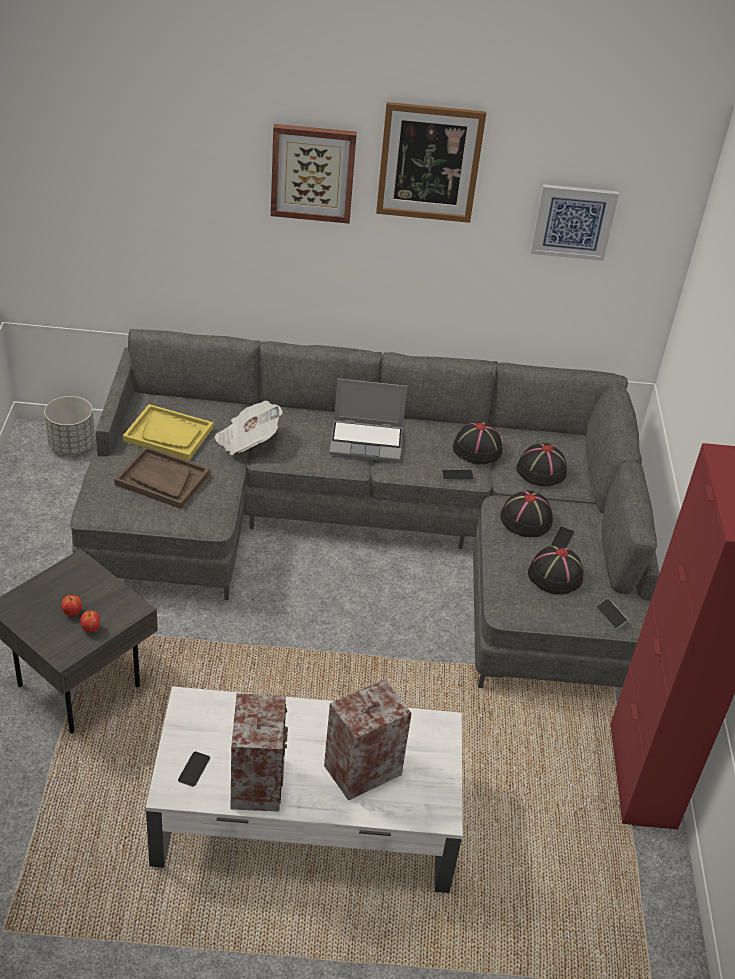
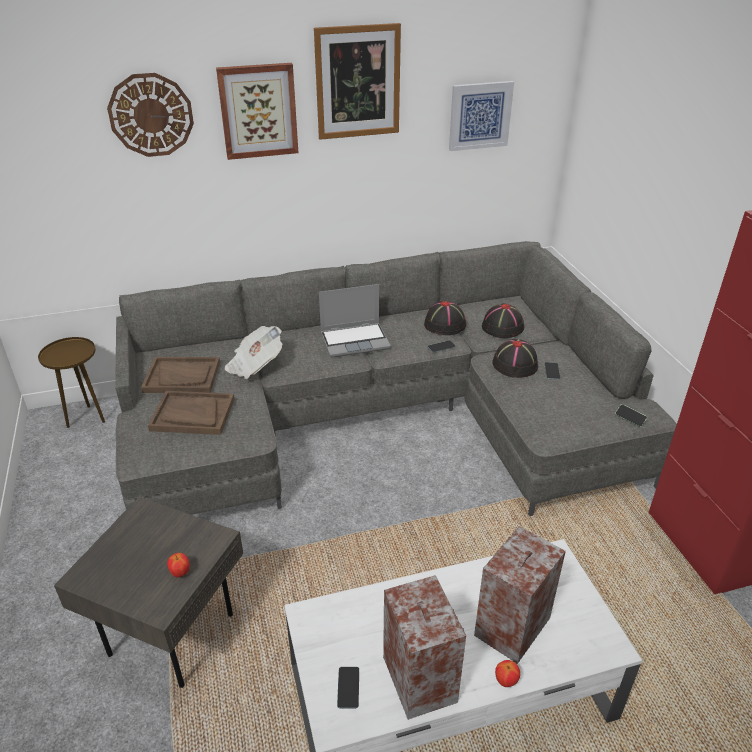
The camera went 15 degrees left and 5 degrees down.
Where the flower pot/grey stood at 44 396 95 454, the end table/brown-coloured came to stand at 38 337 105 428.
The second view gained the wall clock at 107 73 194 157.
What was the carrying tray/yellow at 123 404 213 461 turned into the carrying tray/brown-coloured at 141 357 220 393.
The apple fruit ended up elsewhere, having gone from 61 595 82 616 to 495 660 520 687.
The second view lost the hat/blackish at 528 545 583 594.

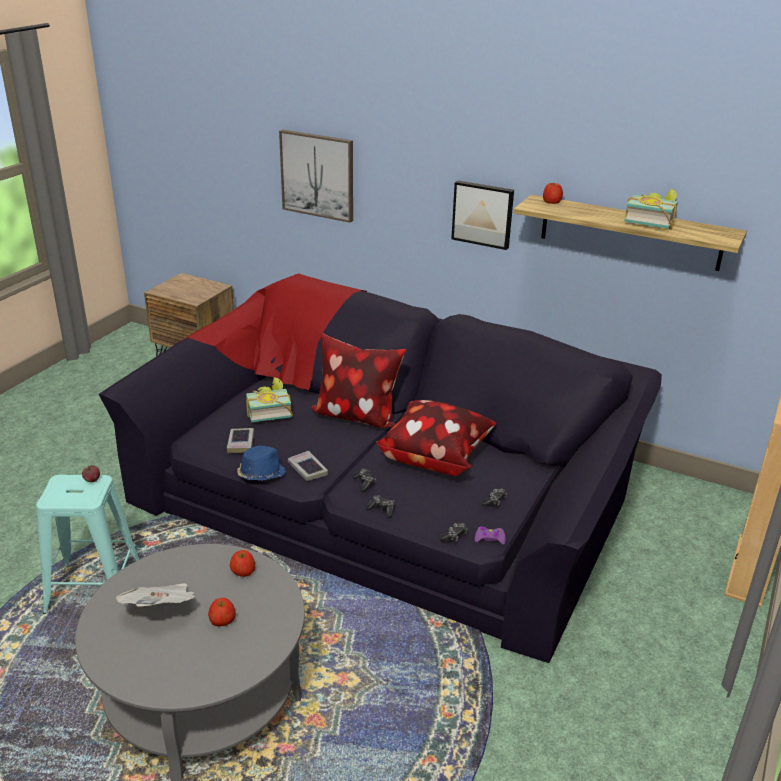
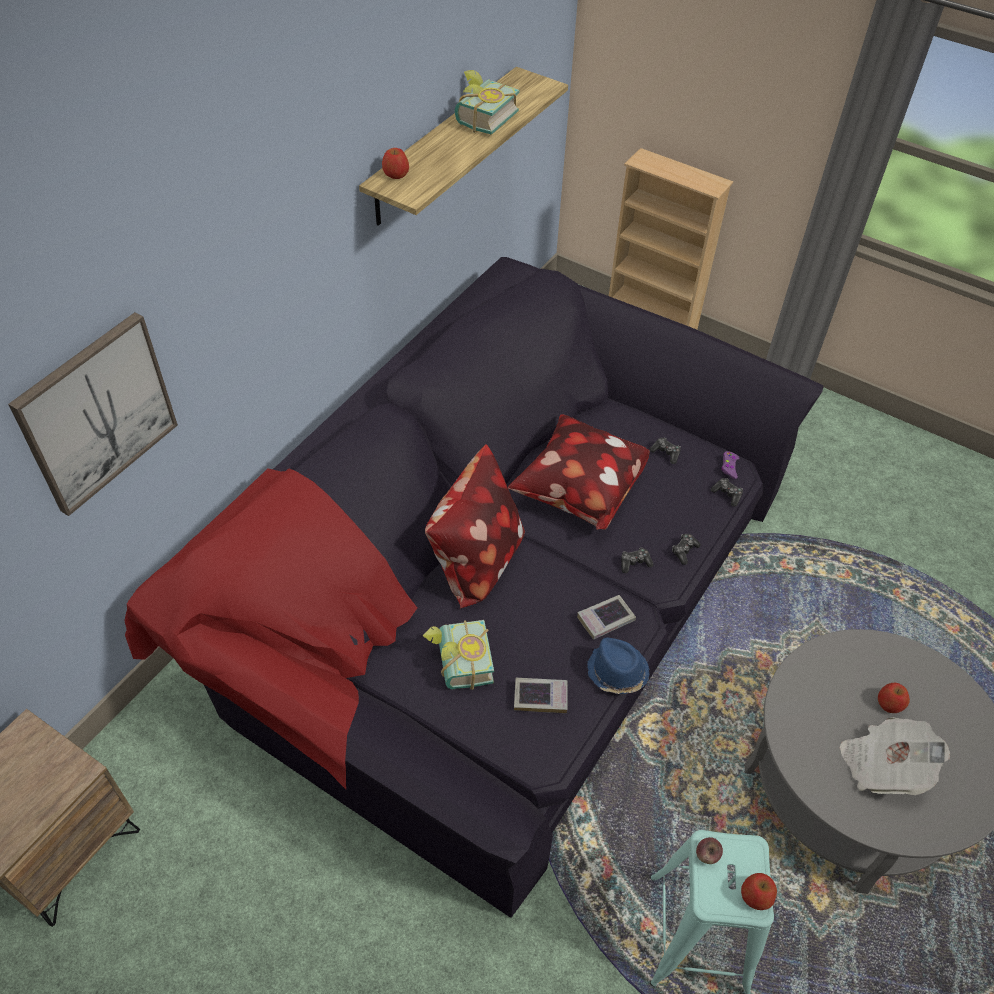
The camera went 85 degrees left and 20 degrees up.
The apple fruit ended up elsewhere, having gone from 230 550 255 577 to 741 873 777 910.
The second view lost the wall picture at 451 180 514 250.

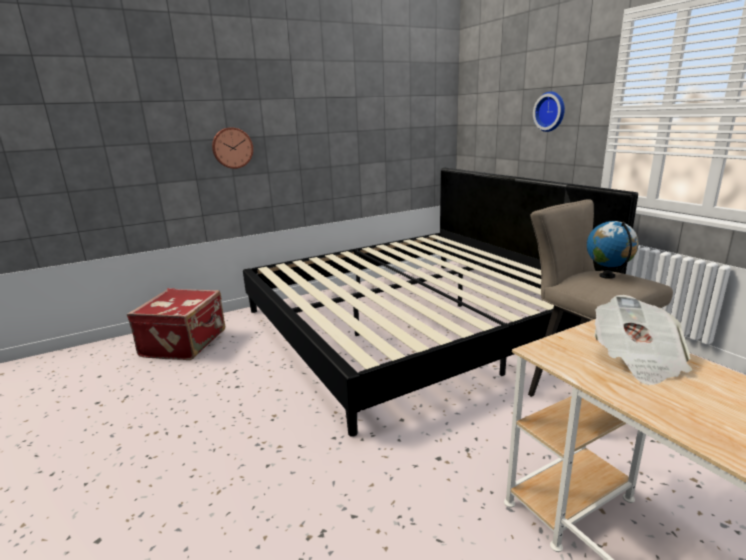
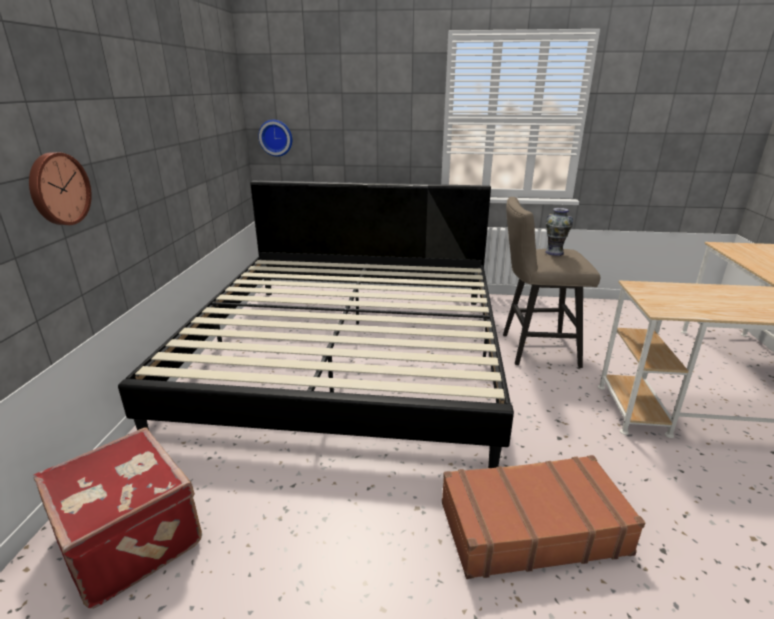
The camera went 55 degrees left and 5 degrees up.
The wall clock ended up elsewhere, having gone from 533 92 565 132 to 258 120 292 157.
The second view gained the piece of luggage/brown-coloured at 442 455 645 579.
Where the world globe stood at 587 221 639 279, the decorative vase came to stand at 545 208 573 256.
The second view lost the daily paper at 595 295 692 385.

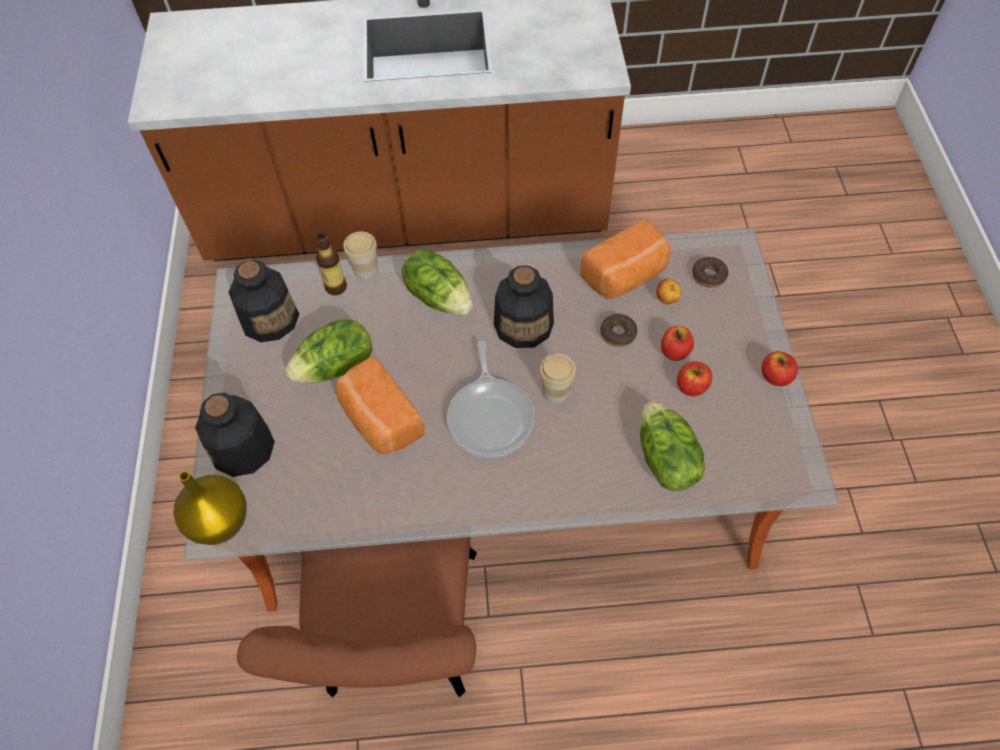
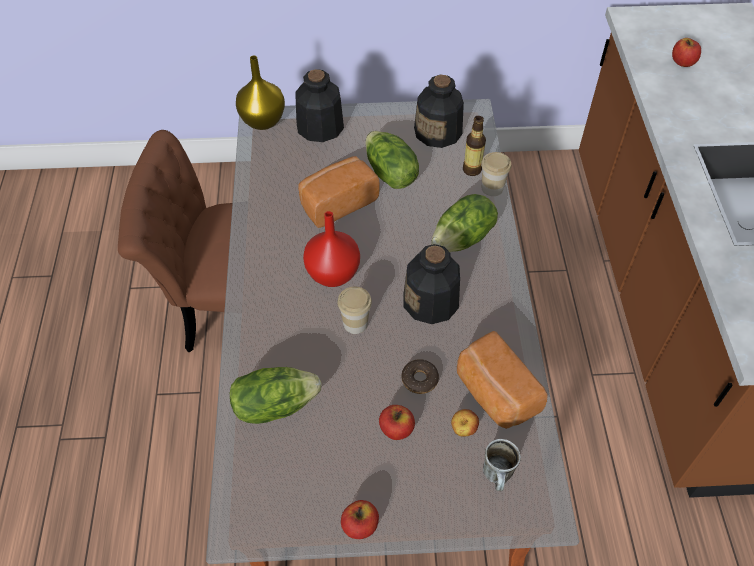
The camera went 90 degrees right and 5 degrees down.
Where the pan stood at 447 341 535 458, the decorative vase/red came to stand at 303 211 360 287.
Where the donut stood at 692 257 728 288, the mug came to stand at 483 439 521 491.
The apple fruit ended up elsewhere, having gone from 677 361 712 396 to 672 38 701 67.

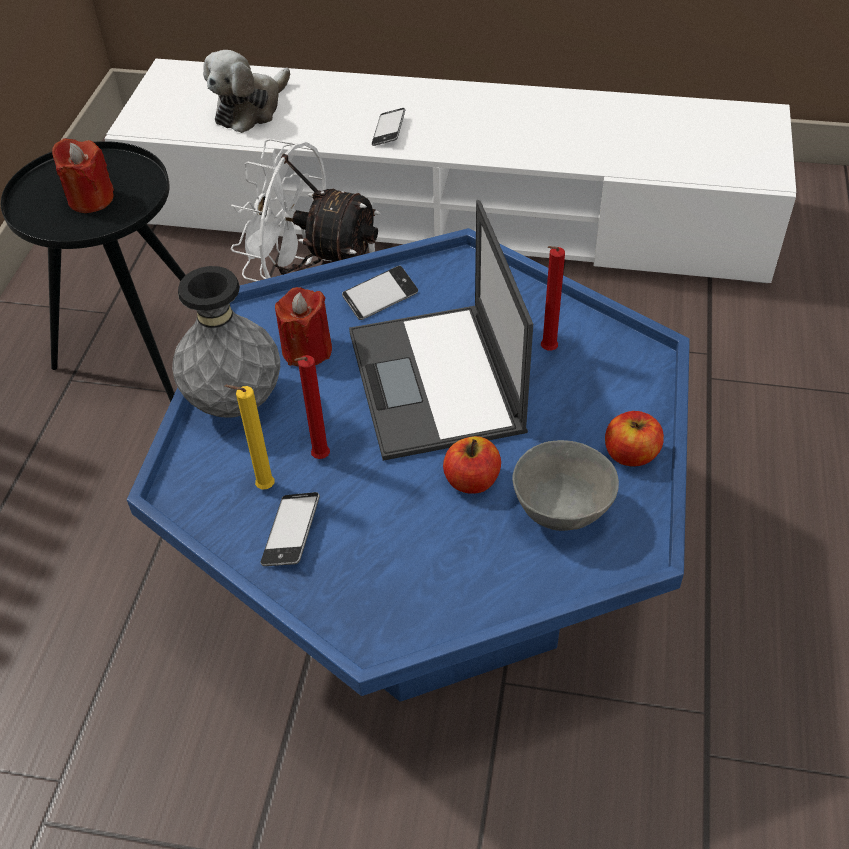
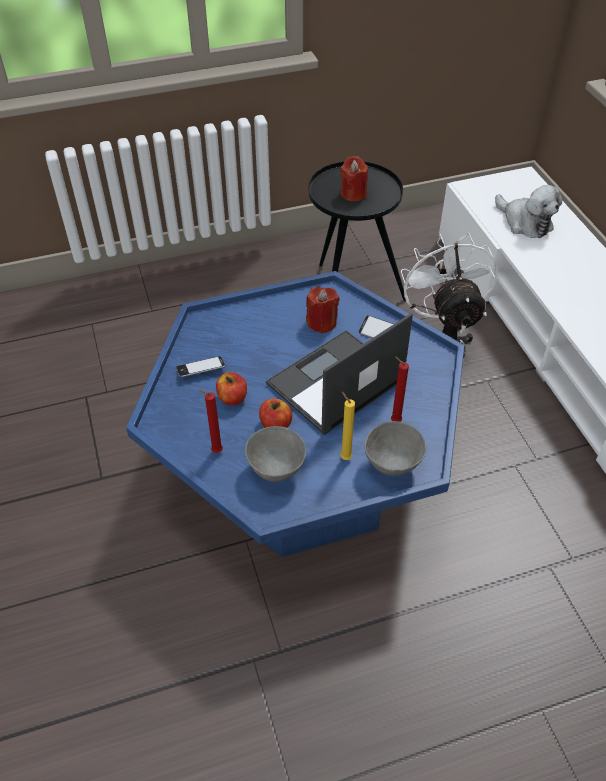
The camera went 60 degrees right and 0 degrees up.
The wax candle/red ended up elsewhere, having gone from 294 355 330 459 to 198 389 223 453.
The apple fruit ended up elsewhere, having gone from 605 411 664 467 to 216 372 247 406.
The wax candle/yellow ended up elsewhere, having gone from 225 385 275 490 to 340 391 355 460.
The second view gained the deep dish/grey at 365 421 426 476.
The cuddly toy at 203 50 290 133 ended up facing another way, 135 degrees counterclockwise from before.
The second view lost the decorative vase/grey at 172 266 280 418.
The second view lost the phone at 372 108 405 146.

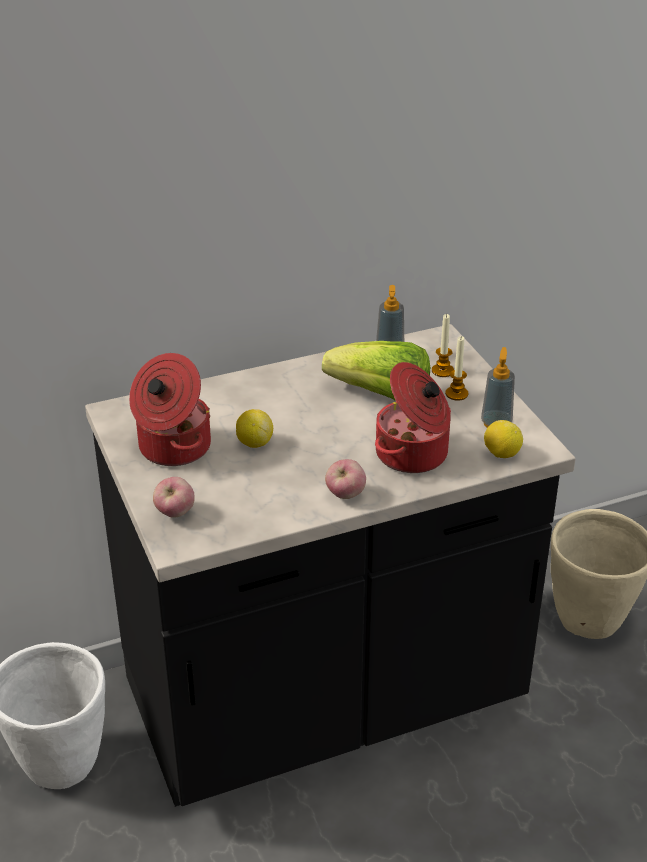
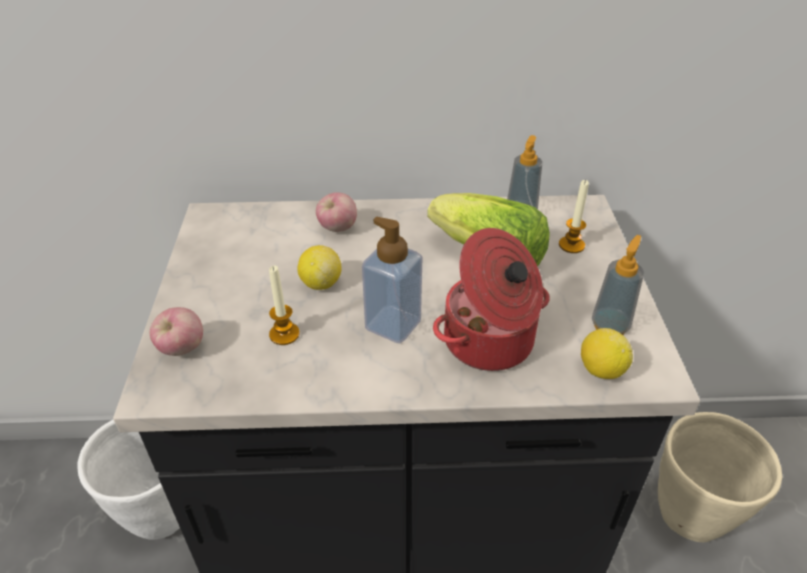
The camera went 20 degrees right and 5 degrees up.
The wax candle ended up elsewhere, having gone from 445 336 468 401 to 269 266 300 345.
The apple fruit ended up elsewhere, having gone from 325 459 366 499 to 316 192 357 232.
The second view gained the liquid soap bottle at 362 217 423 343.
The second view lost the stockpot at 129 353 211 466.

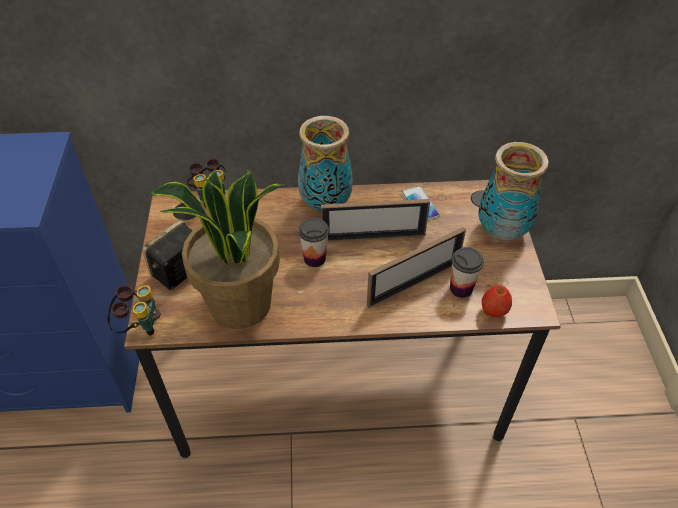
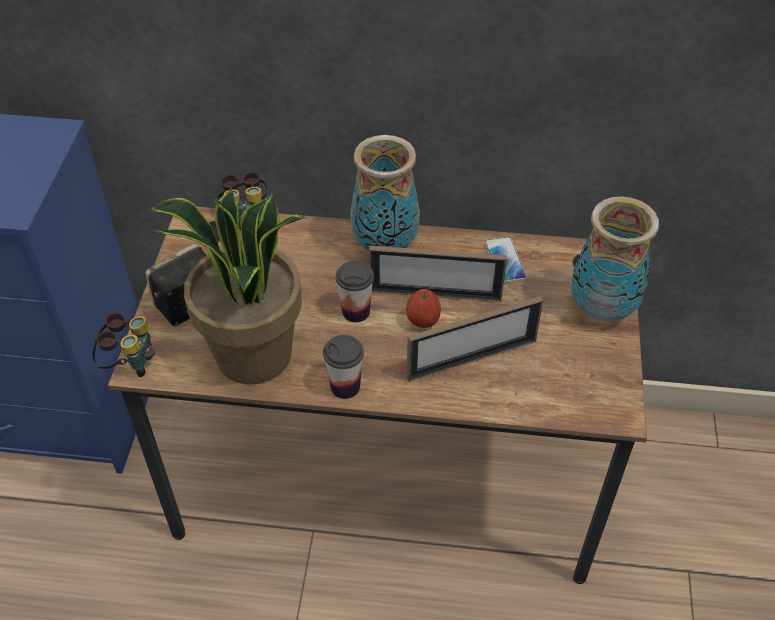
The camera went 10 degrees right and 0 degrees up.
The cup ended up elsewhere, having gone from 450 247 484 298 to 323 335 364 399.
The apple fruit ended up elsewhere, having gone from 482 285 512 317 to 406 289 441 328.

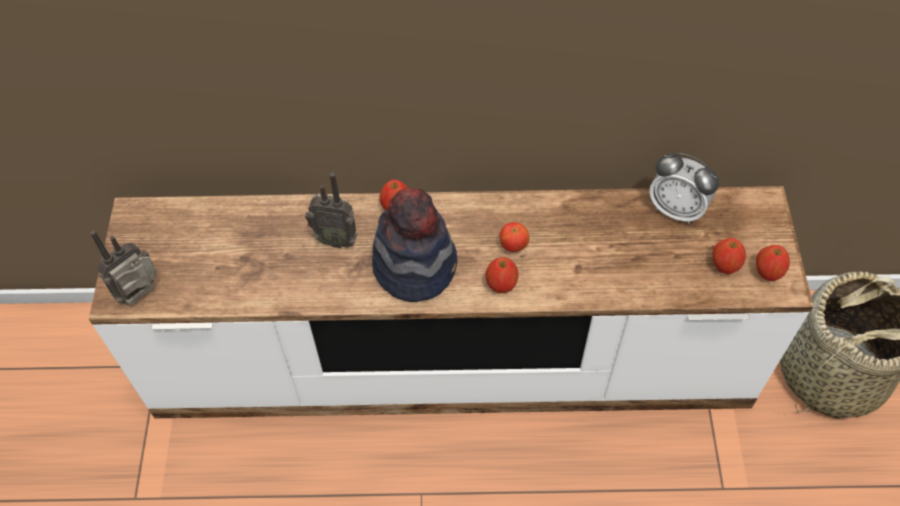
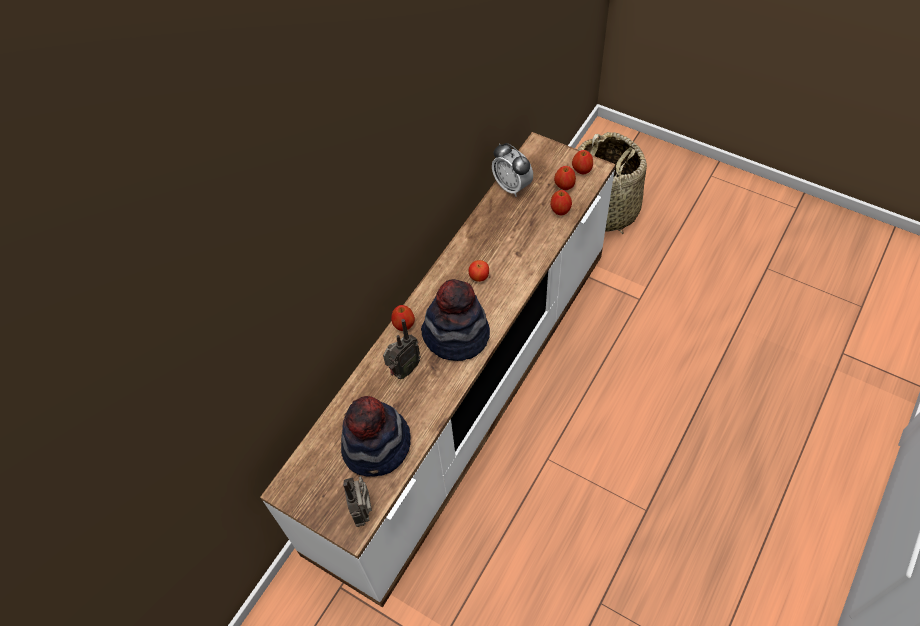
The camera went 55 degrees left and 0 degrees up.
The second view gained the hat at 341 396 411 477.
The table clock at 649 153 719 224 ended up facing another way, 75 degrees clockwise from before.
The apple fruit ended up elsewhere, having gone from 486 257 518 293 to 550 190 572 215.

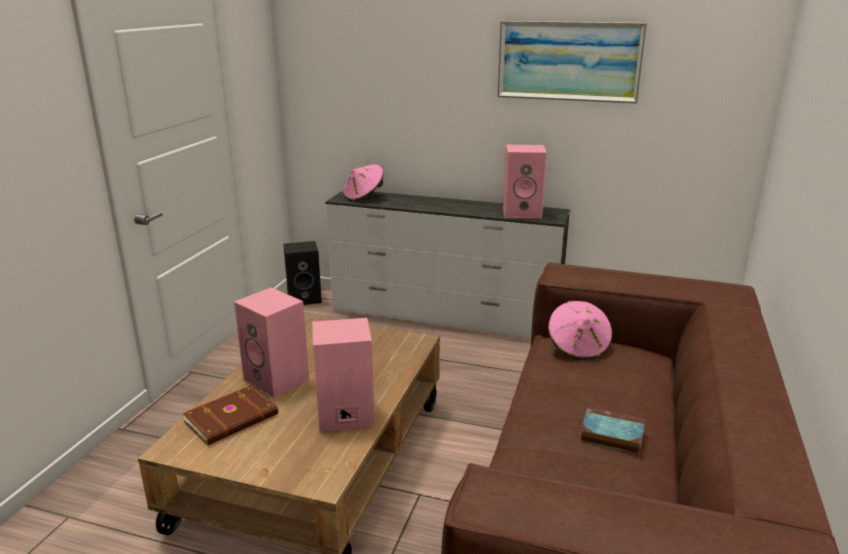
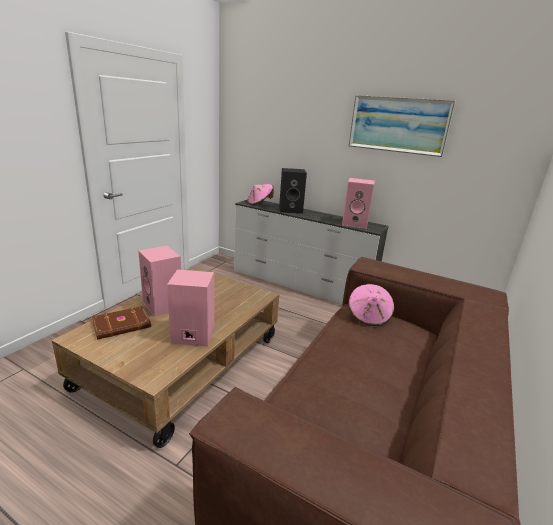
The camera went 10 degrees right and 0 degrees up.
The audio speaker/blackish ended up elsewhere, having gone from 283 241 322 305 to 279 168 307 214.
The second view lost the bound book at 580 407 645 454.

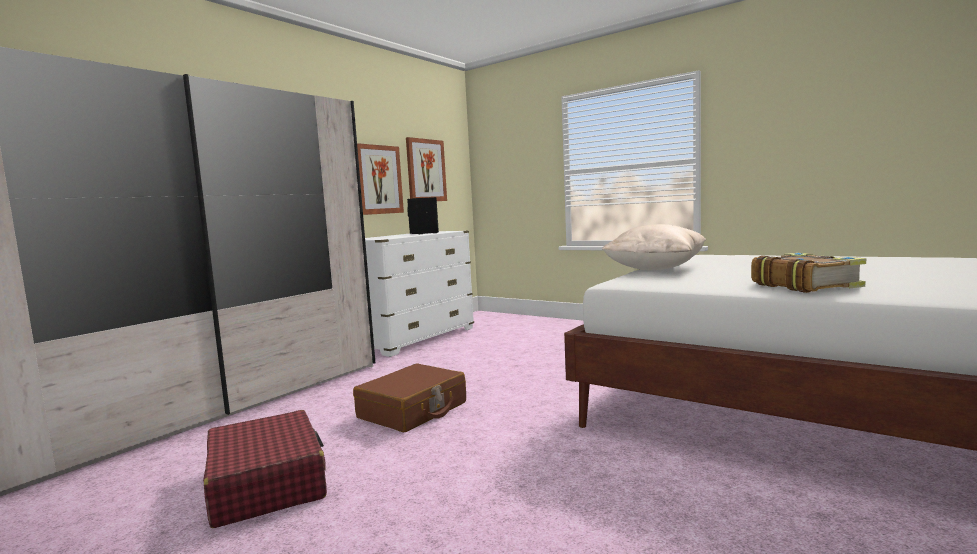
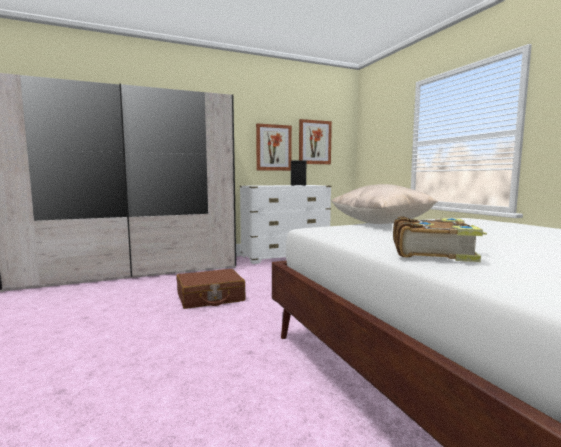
The camera went 30 degrees right and 0 degrees up.
The second view lost the piece of luggage/red at 203 410 327 528.

